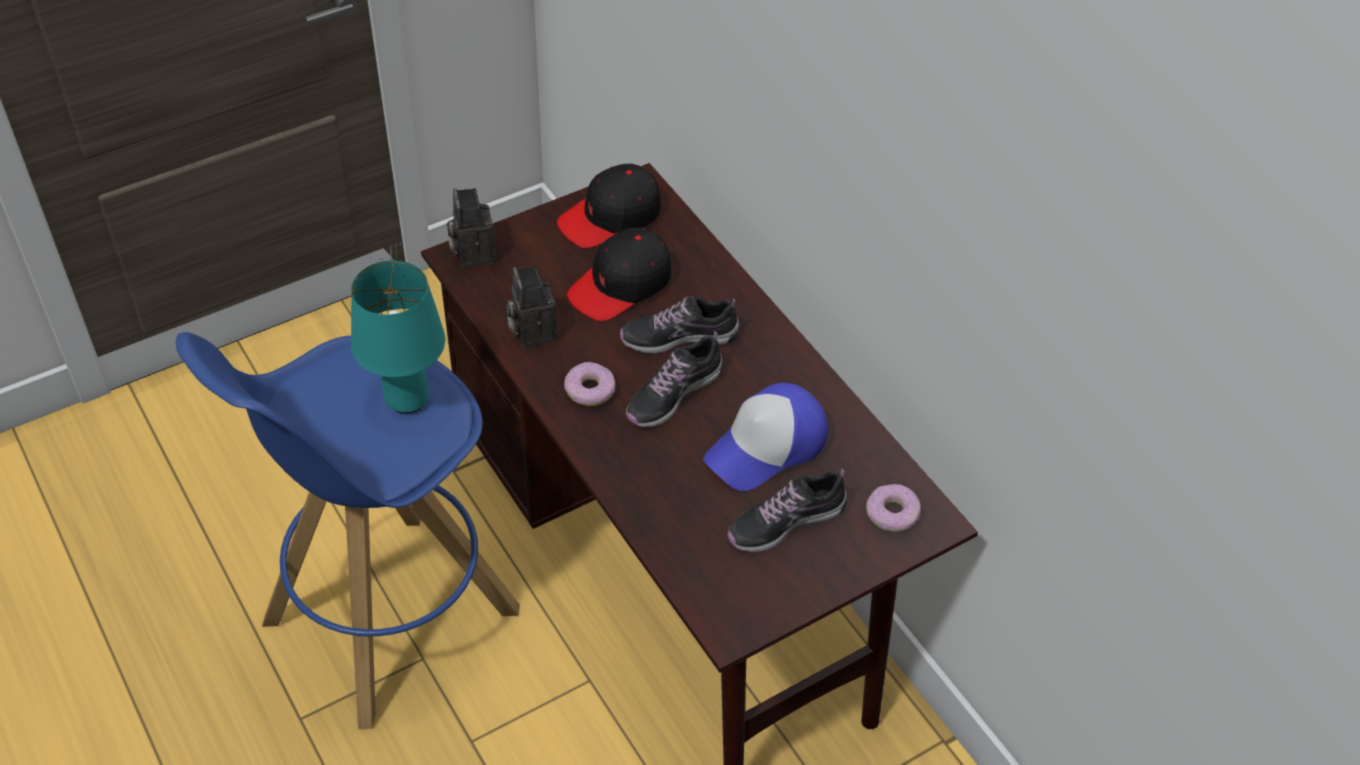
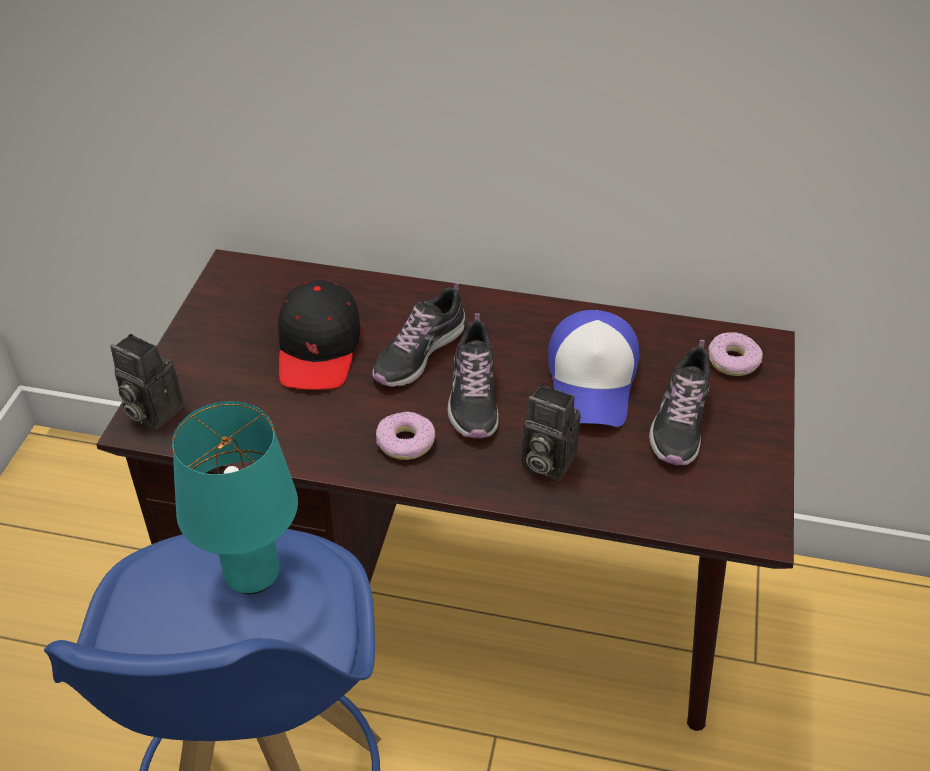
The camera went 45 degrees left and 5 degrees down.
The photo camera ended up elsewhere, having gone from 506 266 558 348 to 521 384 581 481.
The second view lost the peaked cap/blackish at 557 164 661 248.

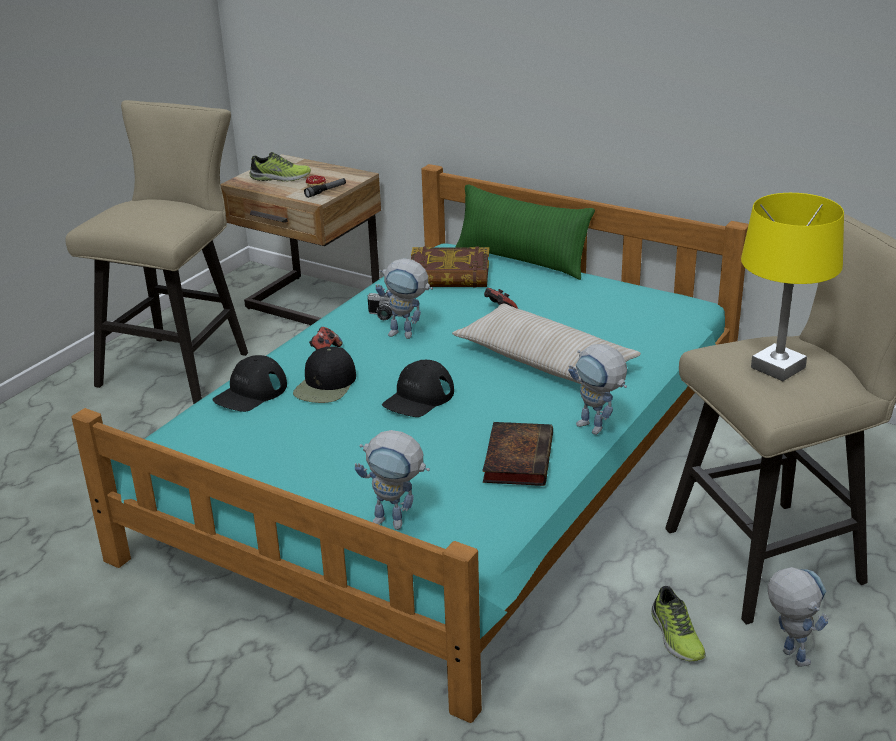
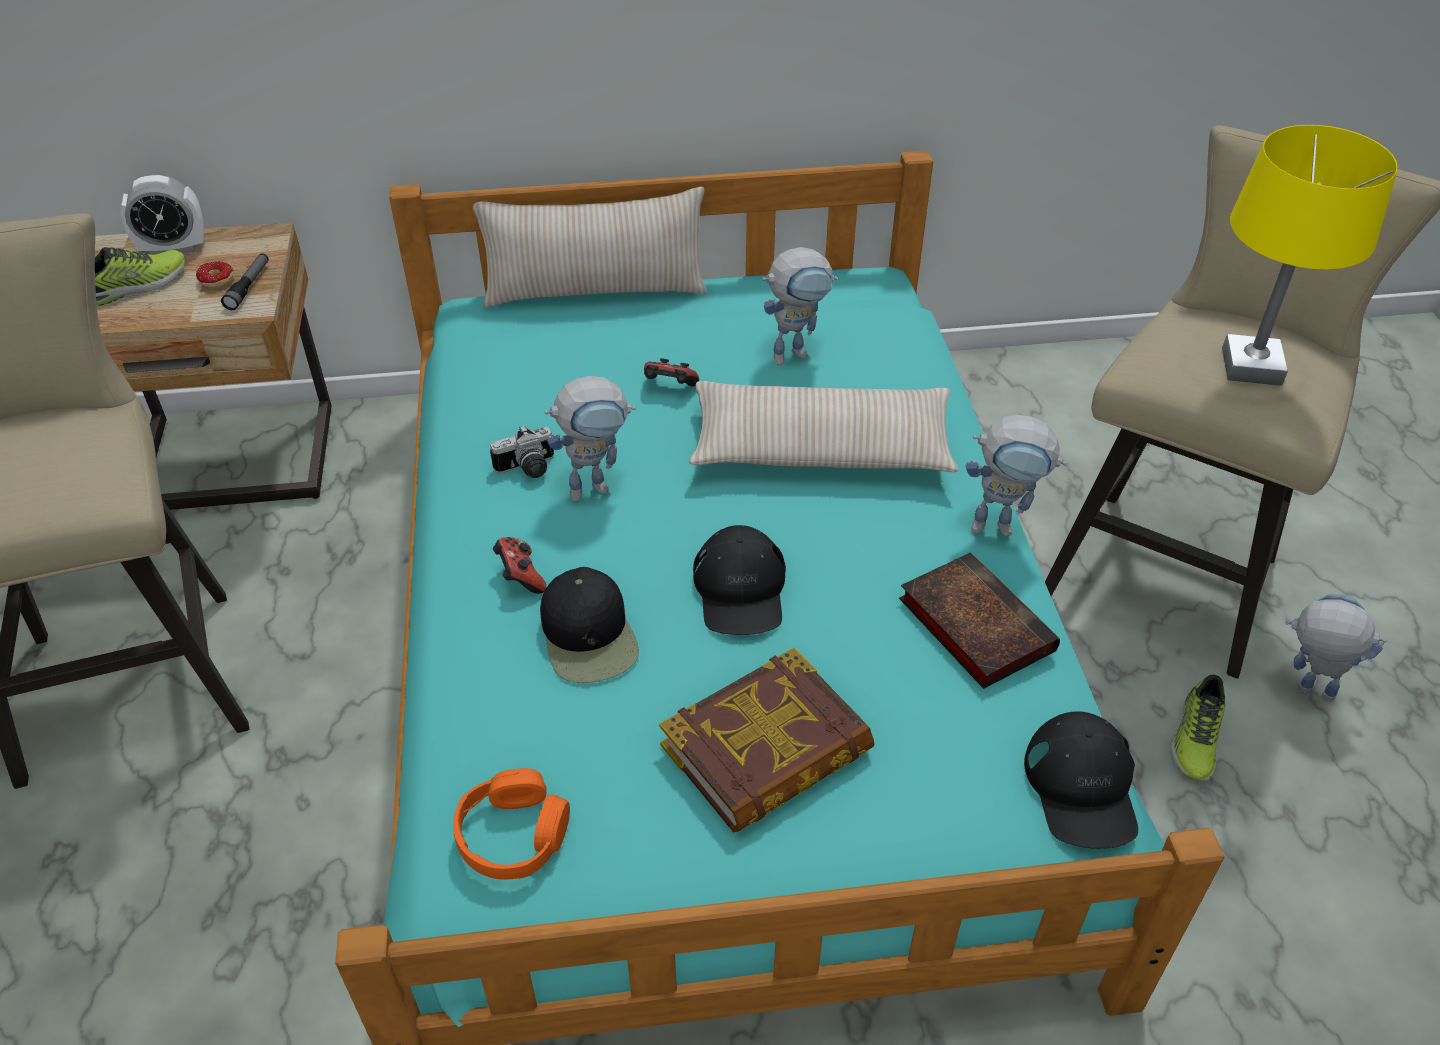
The camera went 40 degrees left and 15 degrees up.
The second view gained the table clock at 121 175 204 255.
The second view gained the pair of headphones/orangey at 453 768 570 880.
What was the throw pillow/green at 455 185 595 280 turned into the throw pillow/sand-coloured at 473 187 707 307.
The bound book ended up elsewhere, having gone from 411 246 489 287 to 659 648 874 833.
The toy robot ended up elsewhere, having gone from 355 430 430 530 to 762 247 837 365.
The peaked cap/blackish ended up elsewhere, having gone from 212 355 287 412 to 1024 711 1138 849.
The item of footwear at 651 586 706 661 ended up facing another way, 75 degrees clockwise from before.

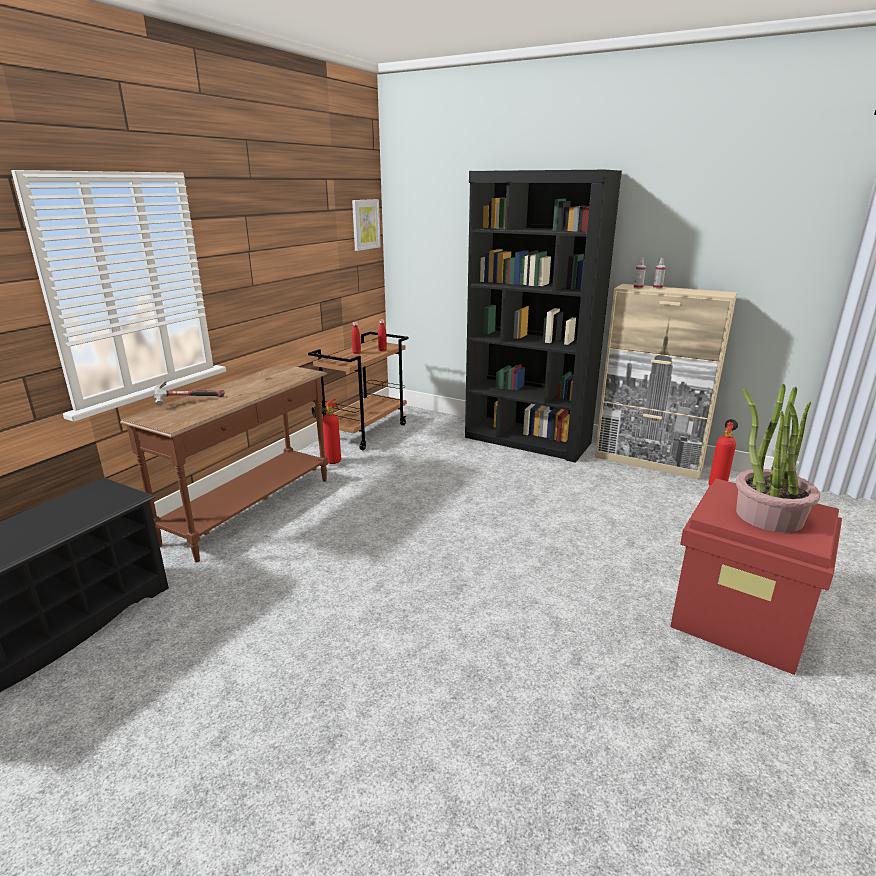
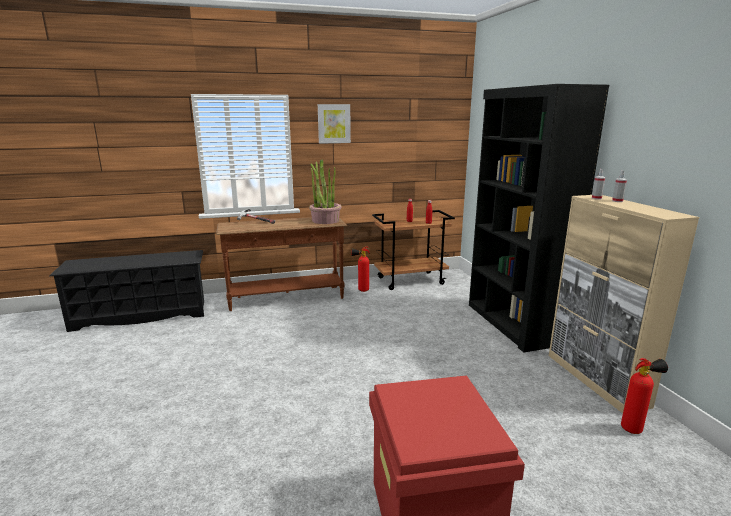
The camera went 45 degrees right and 5 degrees down.
The plant in a pot ended up elsewhere, having gone from 736 384 820 533 to 309 159 342 224.
The wall picture ended up elsewhere, having gone from 352 199 381 251 to 318 104 351 144.

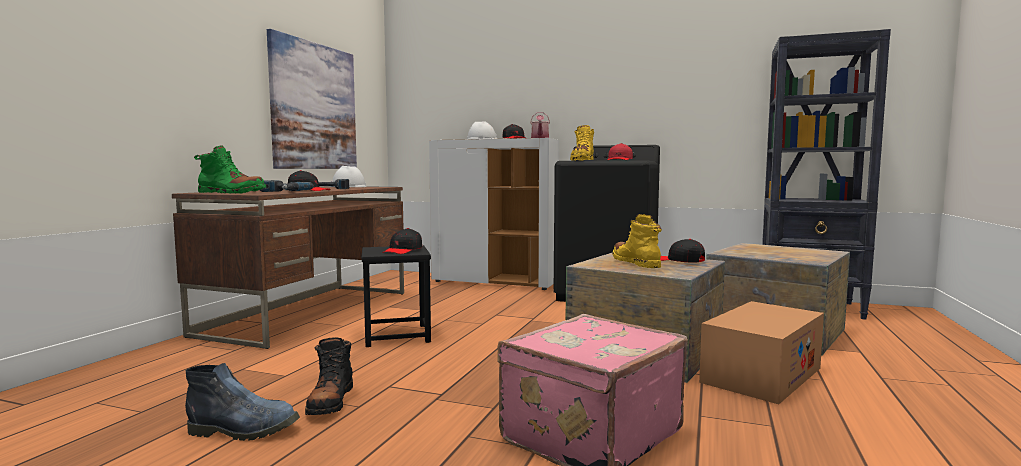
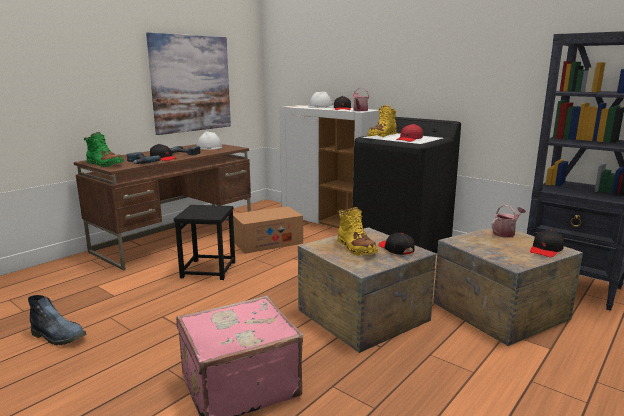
The camera went 20 degrees right and 10 degrees up.
The packing box ended up elsewhere, having gone from 699 301 824 404 to 233 206 303 254.
The tall boot/yellow at 612 214 662 268 ended up facing another way, 150 degrees clockwise from before.
The second view gained the watering pot at 492 205 526 238.
The peaked cap/blackish ended up elsewhere, having gone from 382 228 422 254 to 530 230 564 257.
The second view lost the tall boot/blackish at 305 337 353 415.

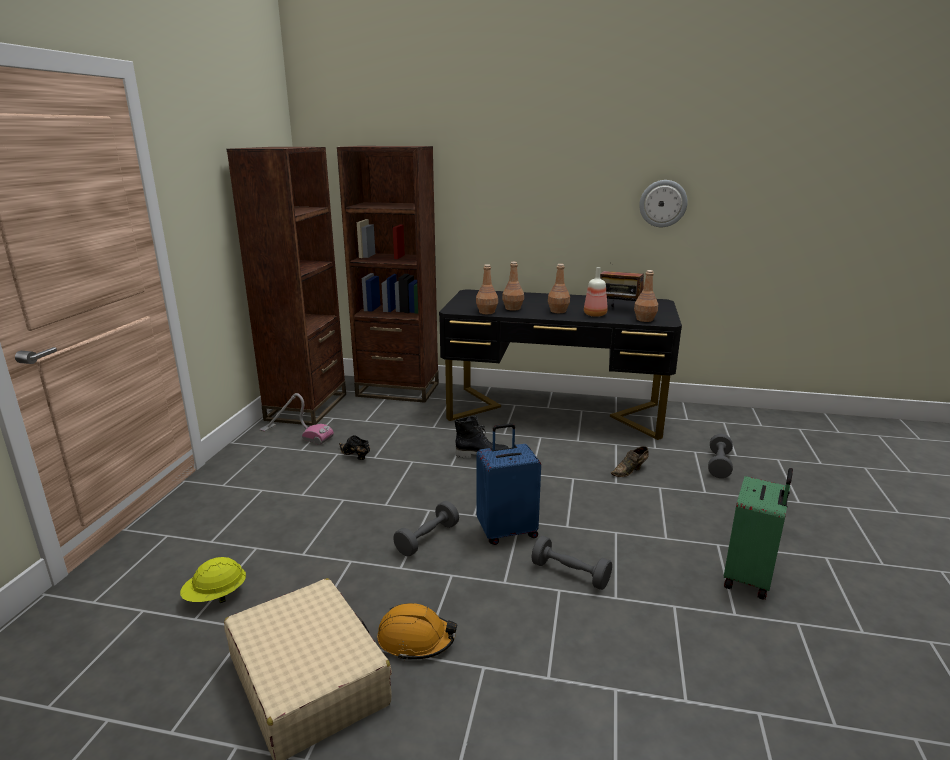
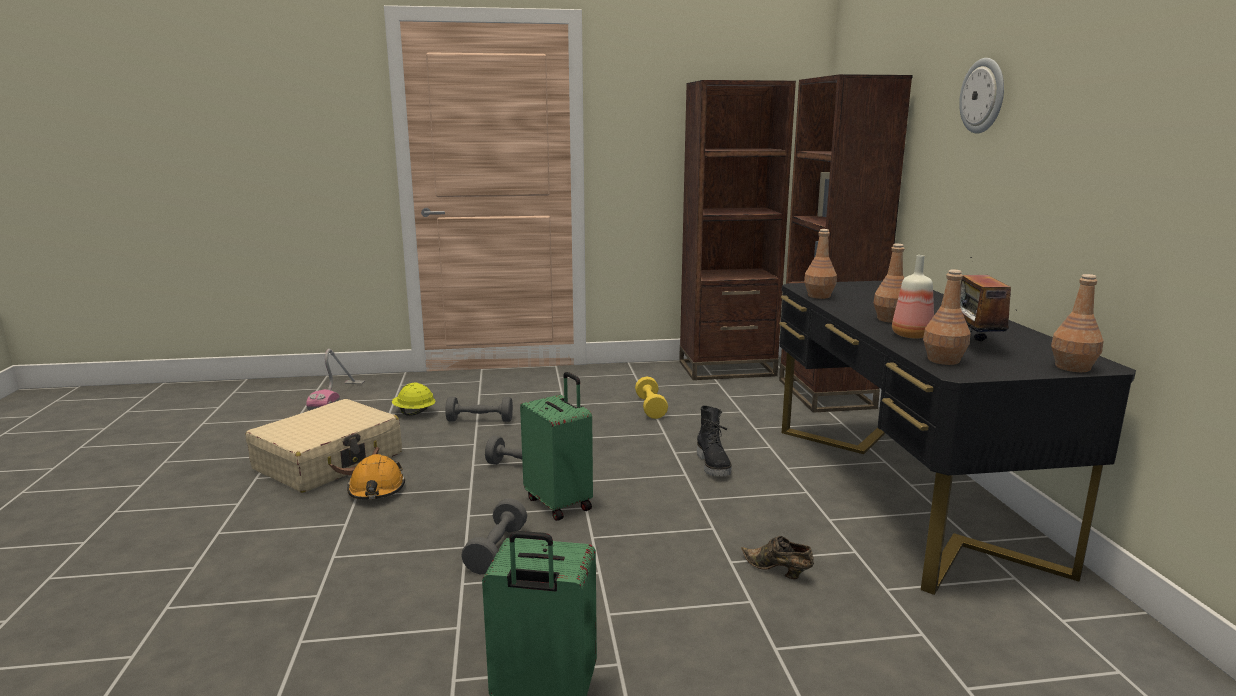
The camera went 70 degrees right and 5 degrees down.
The vacuum ended up elsewhere, having gone from 259 393 334 445 to 306 349 365 410.
The free weight/grey ended up elsewhere, having gone from 708 434 733 478 to 445 397 513 422.
What was the piece of luggage/blue at 477 423 541 545 turned into the piece of luggage/green at 520 372 593 521.
Where the item of footwear/blackish stood at 339 435 370 460, the free weight/yellow came to stand at 635 376 668 419.
The wall clock ended up elsewhere, having gone from 639 180 688 227 to 959 58 1004 134.
The bottle/brown-coloured ended up elsewhere, having gone from 502 262 524 311 to 1051 274 1104 372.

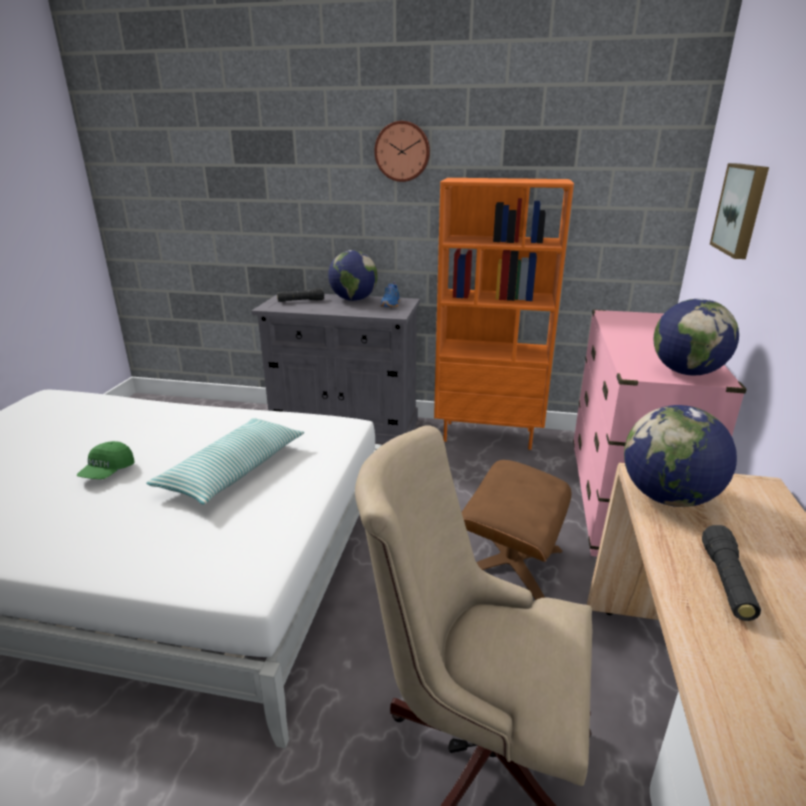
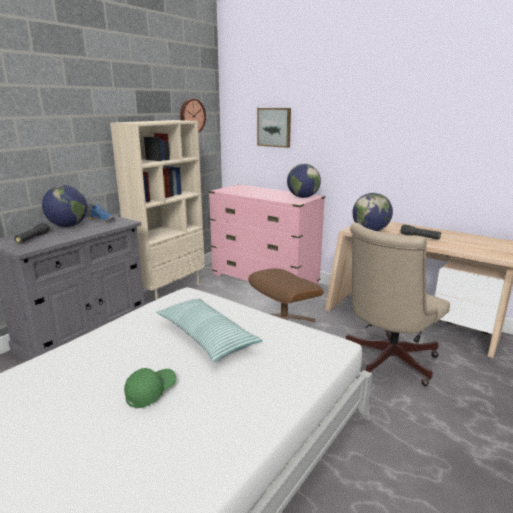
The camera went 65 degrees left and 5 degrees down.
What was the bookcase/orangey at 434 178 574 450 turned into the bookcase/sand-coloured at 110 120 205 300.
The peaked cap/green at 77 441 135 479 ended up facing another way, 90 degrees counterclockwise from before.
The wall clock ended up elsewhere, having gone from 374 121 430 182 to 180 99 206 132.

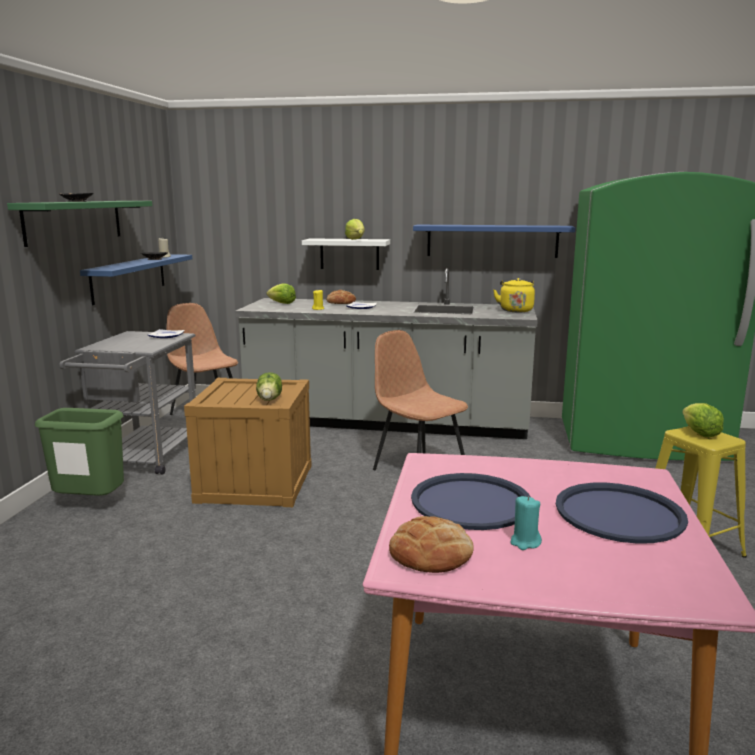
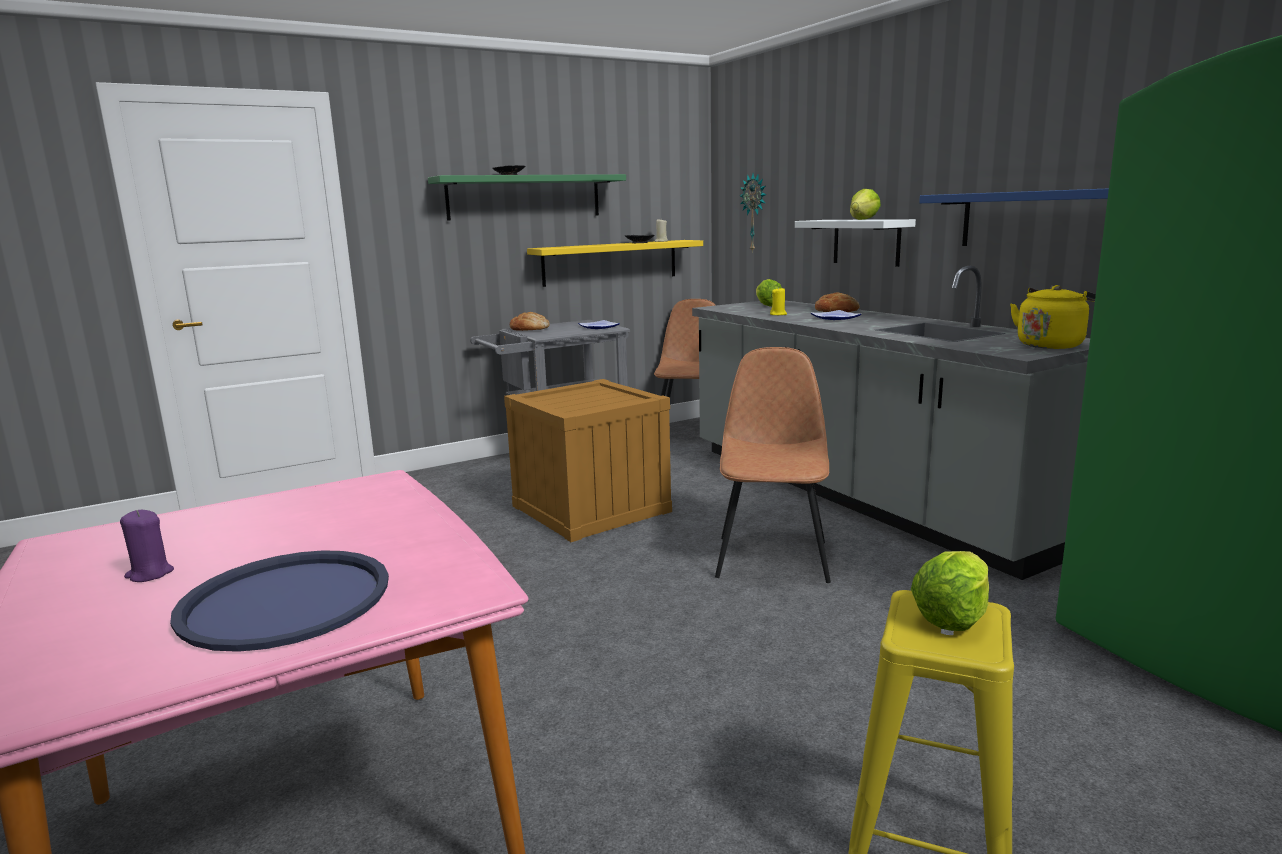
The camera went 50 degrees right and 0 degrees up.
What was the wax candle/blue-green at 510 496 542 550 turned into the wax candle/purple-coloured at 120 510 174 582.
The baked bread ended up elsewhere, having gone from 389 516 474 573 to 510 312 550 331.
What was the bracket shelf/blue at 80 254 192 305 turned into the bracket shelf/yellow at 527 240 703 287.
The second view gained the wall clock at 740 173 767 252.
The second view lost the trash can/green at 35 408 124 496.
The second view lost the lettuce head at 256 372 282 401.
The second view lost the carrying tray/blue at 411 473 531 530.

